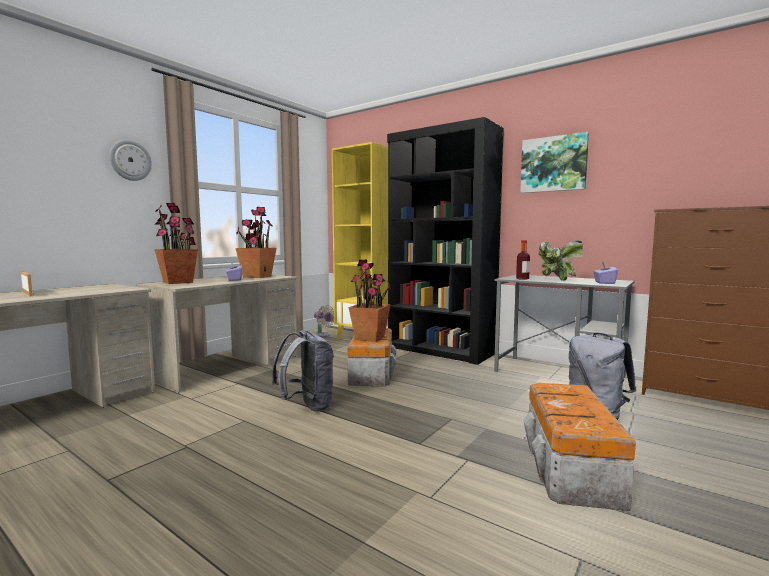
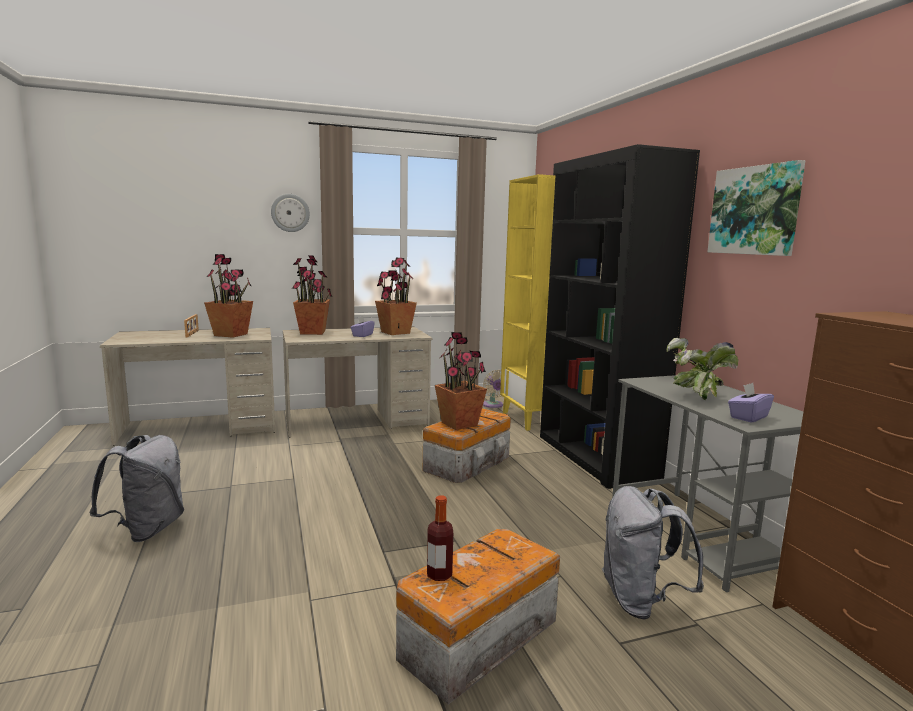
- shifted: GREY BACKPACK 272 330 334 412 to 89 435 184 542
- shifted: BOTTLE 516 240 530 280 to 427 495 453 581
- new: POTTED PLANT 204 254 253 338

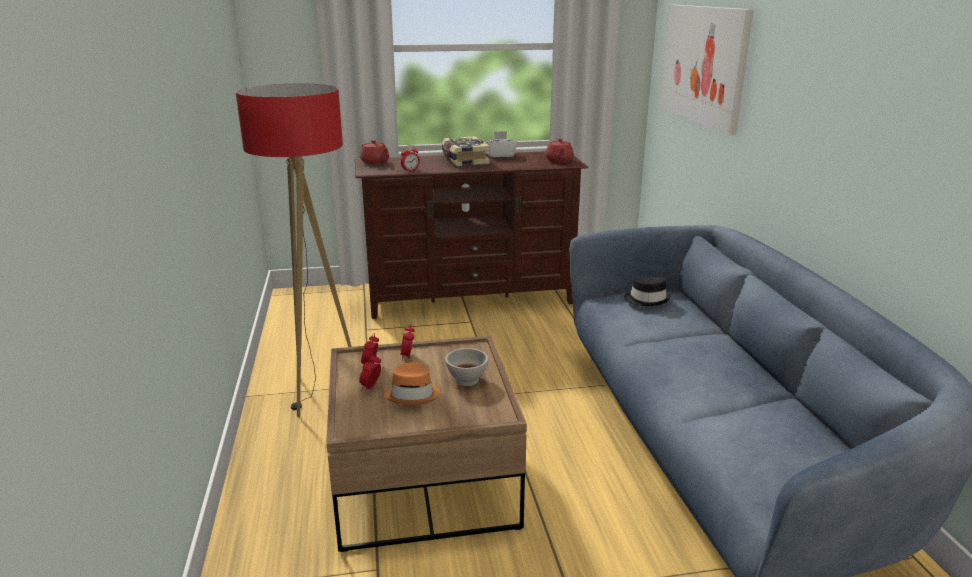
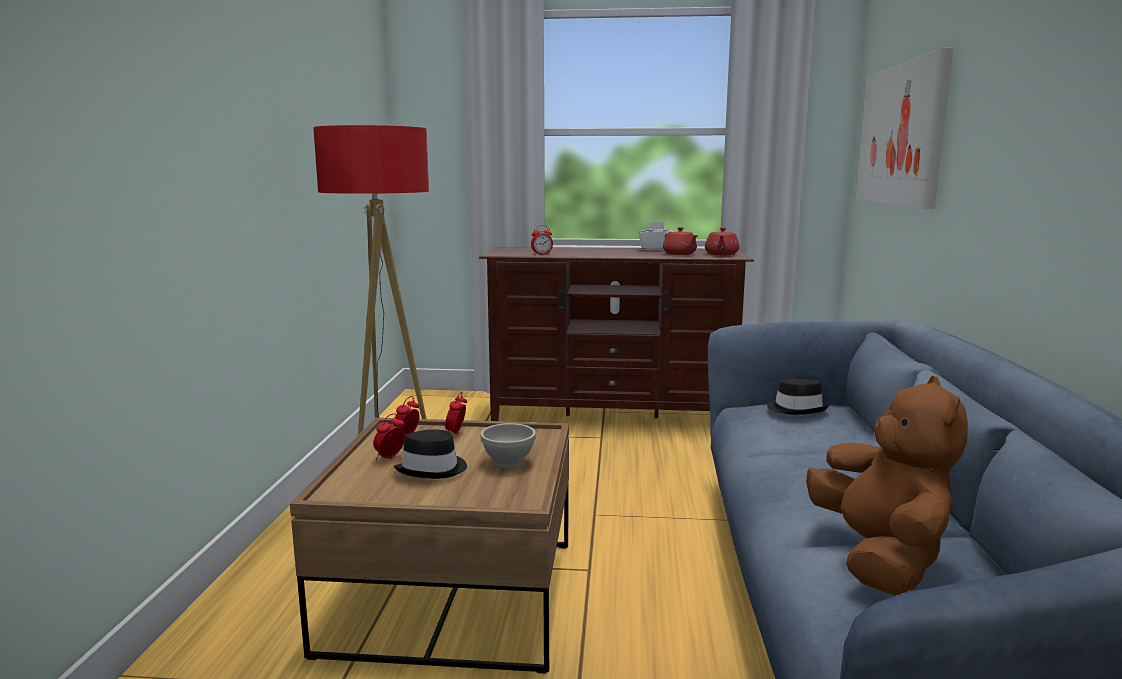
- shifted: RED TEAPOT 360 140 389 164 to 663 227 698 255
- repainted: ORANGE HAT 384 362 440 405 to BLACK HAT 394 429 467 479
- gone: BOOK 442 136 490 166
- new: BROWN PLUSH TOY 806 376 968 596

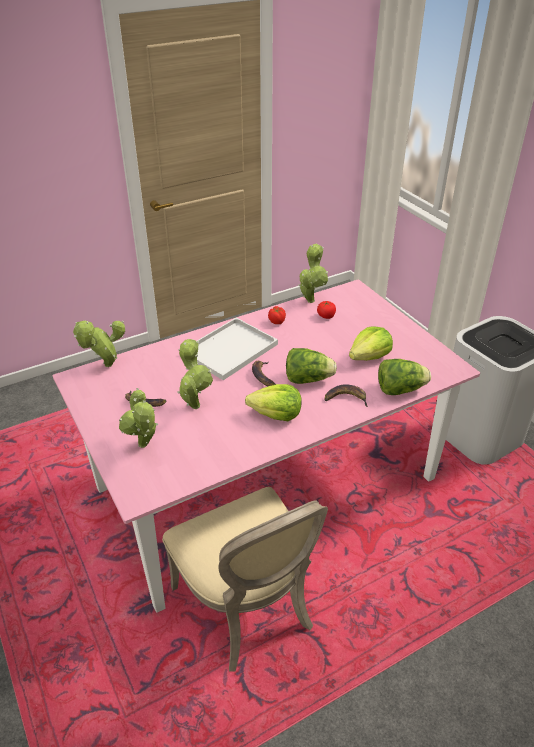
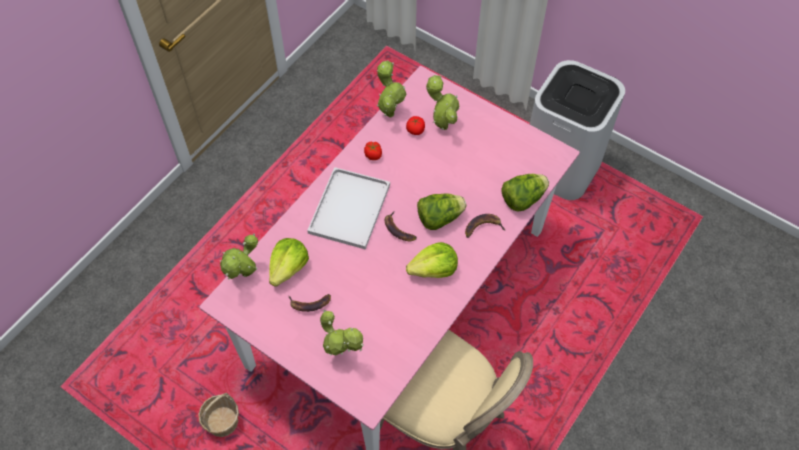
- shifted: POTTED PLANT 177 339 213 409 to 426 75 460 130
- shifted: LETTUCE 349 326 393 361 to 269 238 309 287
- new: BASKET 198 393 239 437

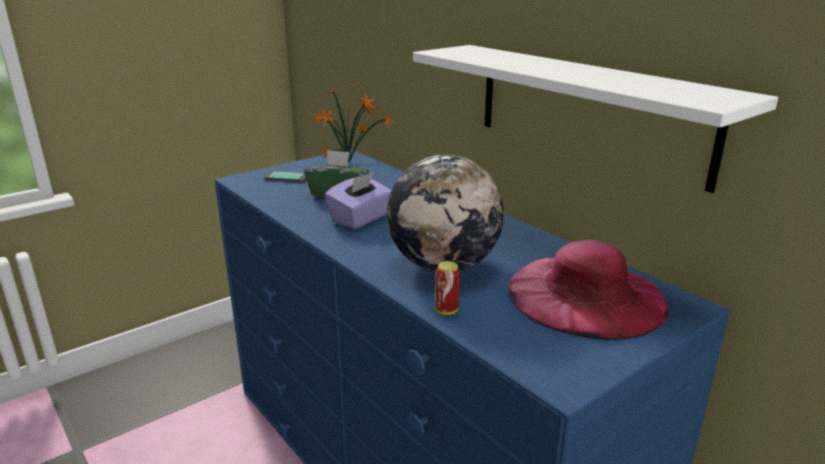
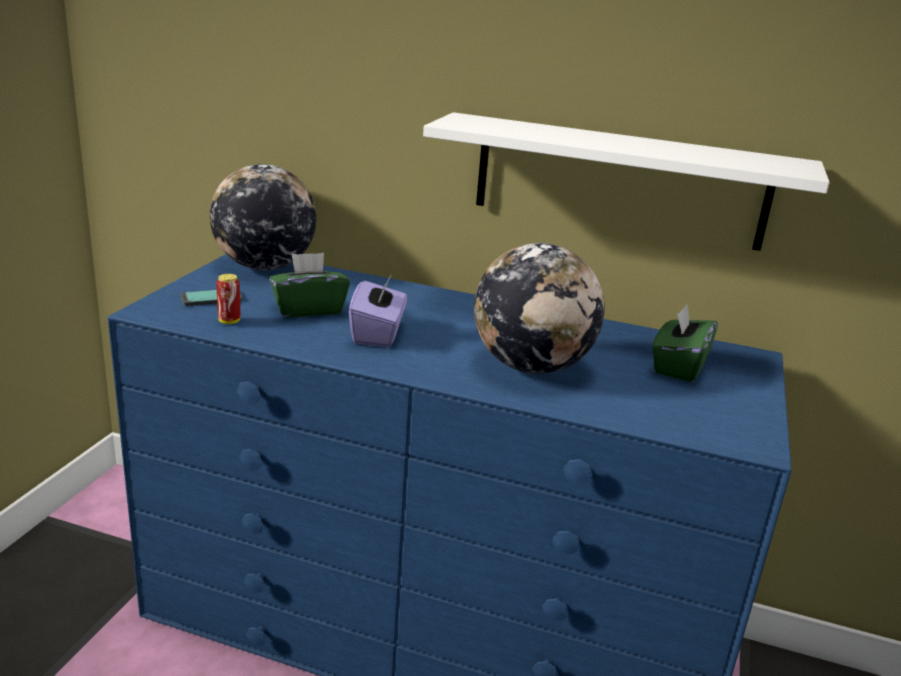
- swapped: POTTED PLANT 312 85 394 163 to GLOBE 210 164 316 270
- shifted: CAN 435 261 460 315 to 216 274 240 324
- swapped: PINK HAT 507 240 669 340 to GREEN TISSUE BOX 652 304 718 382

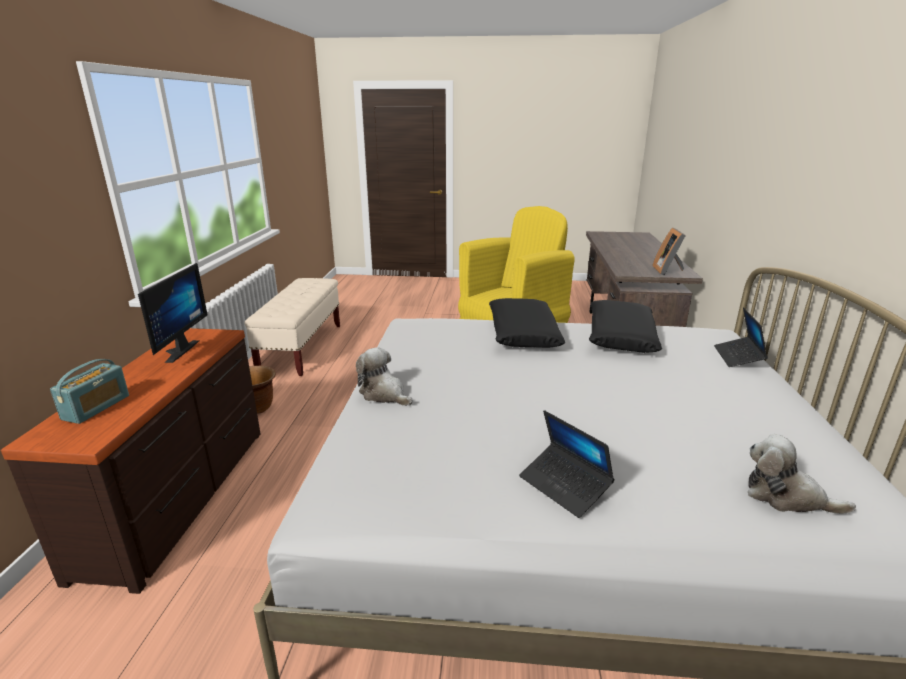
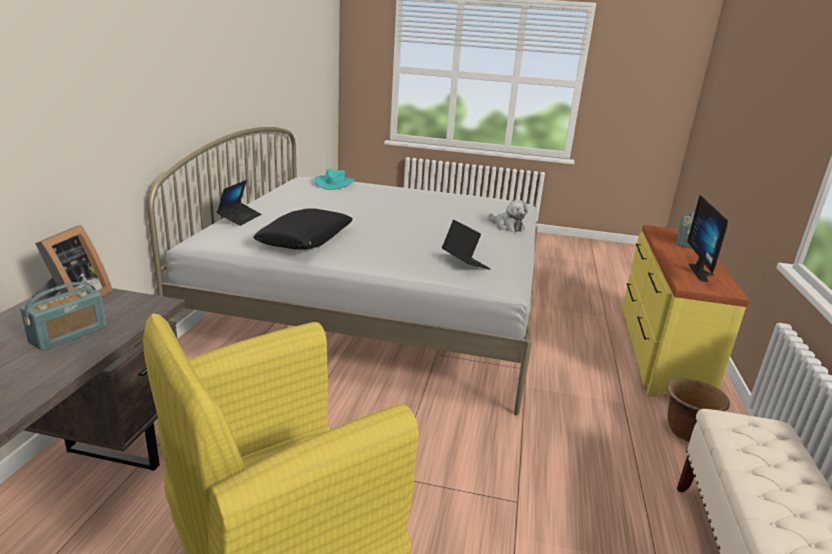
- repainted: BROWN DRESSER 1 328 261 594 to YELLOW DRESSER 622 225 749 397
- gone: BLACK PILLOW 489 298 565 348
- shifted: LAPTOP 519 410 615 518 to 442 220 491 269
- swapped: PLUSH TOY 748 434 856 514 to TURQUOISE HAT 314 169 355 190
- new: RADIO 20 282 106 351

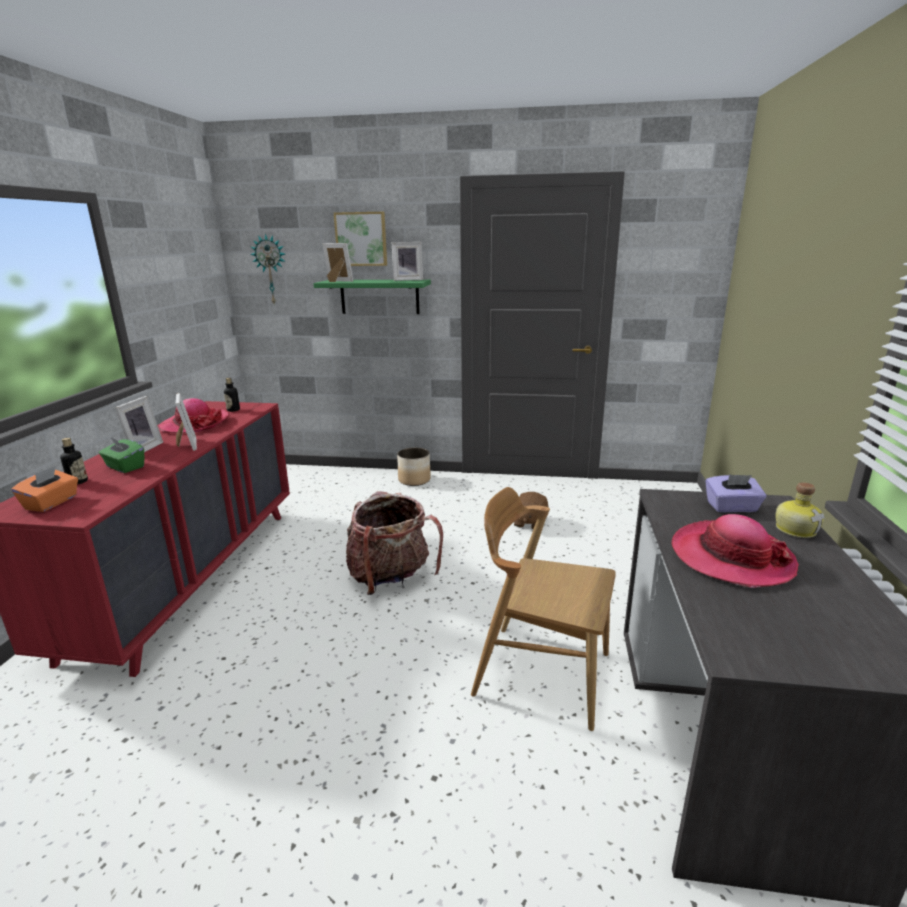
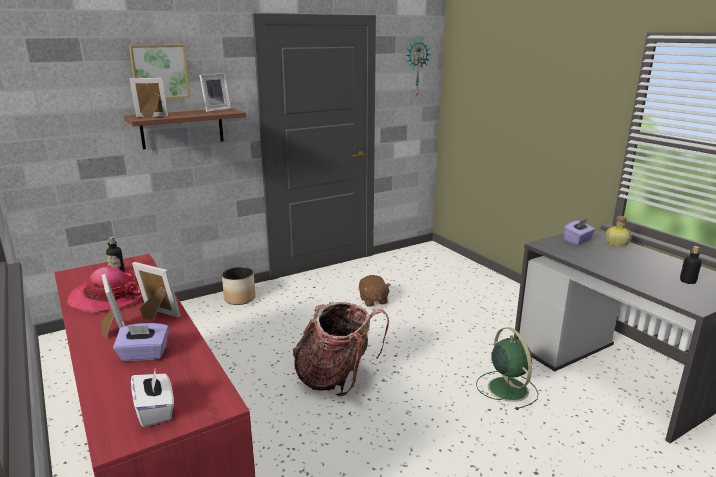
- repainted: ORANGE TISSUE BOX 12 466 78 512 to WHITE TISSUE BOX 131 367 174 427
- shifted: BOTTLE 60 438 88 485 to 680 246 701 284
- repainted: GREEN TISSUE BOX 99 436 145 473 to PURPLE TISSUE BOX 113 323 169 361
- shifted: WALL CLOCK 250 233 286 303 to 406 39 431 95
- repainted: GREEN SHELF 313 280 431 314 to BROWN SHELF 124 108 246 149
- swapped: BROWN CHAIR 471 487 616 731 to GREEN FAN 476 327 539 410
- gone: HAT 671 514 799 588

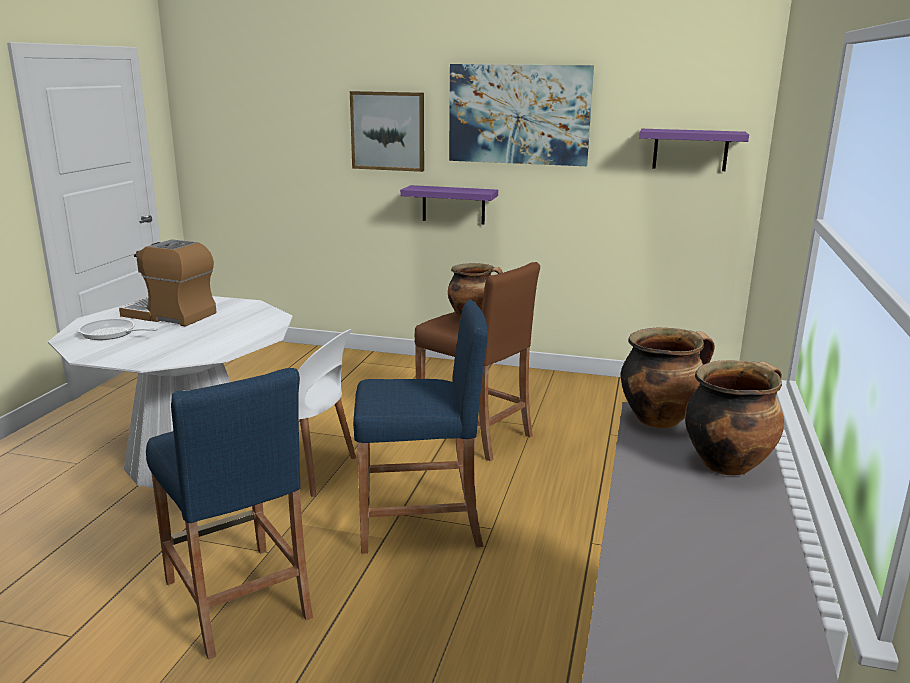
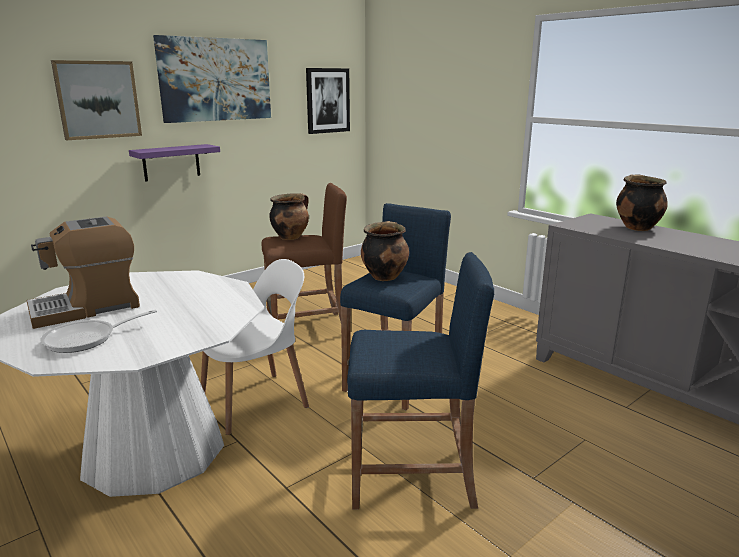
- shifted: COOKING POT 621 327 715 428 to 361 221 409 281
- swapped: PURPLE SHELF 639 129 749 171 to PICTURE 306 68 350 134

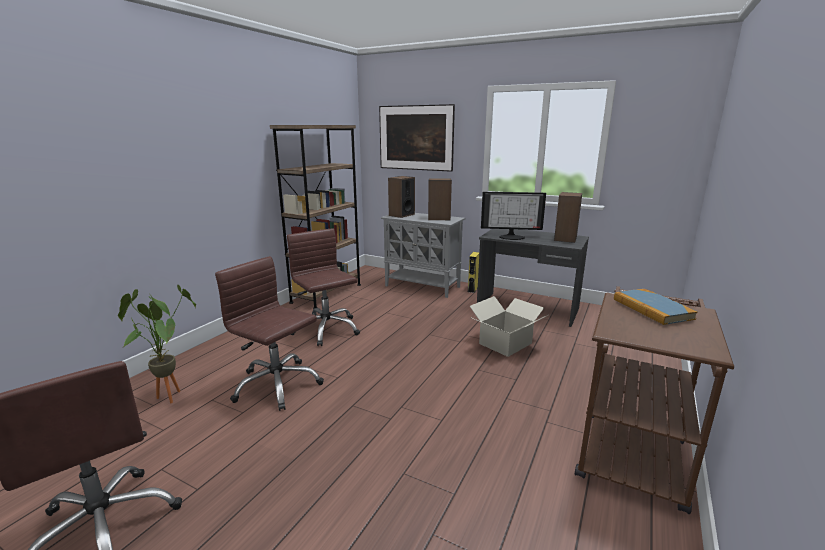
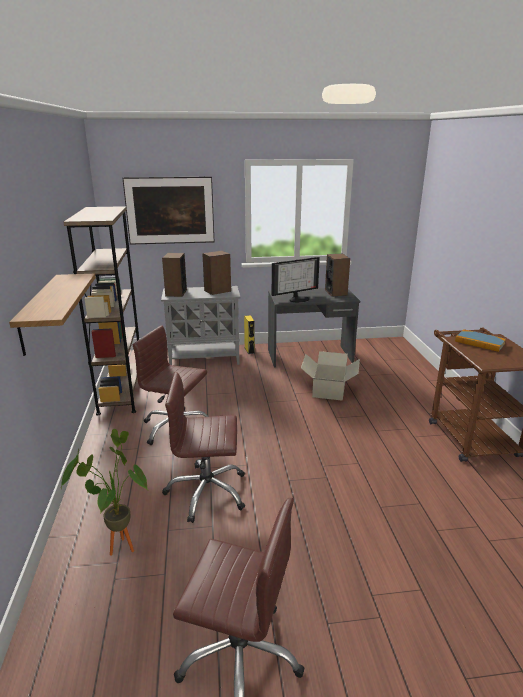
- new: SHELF 9 274 96 356

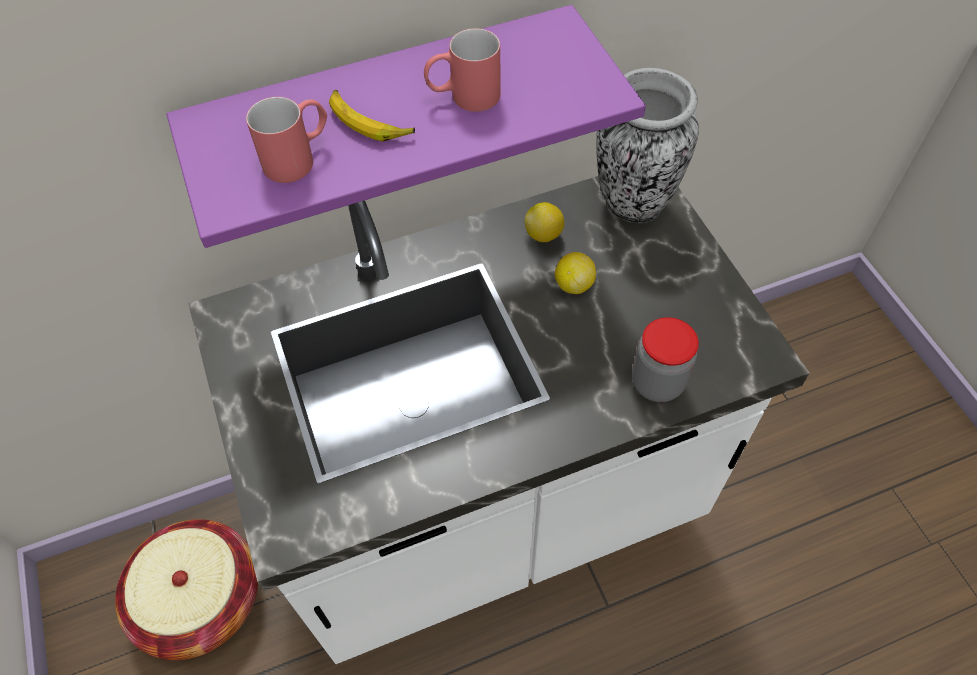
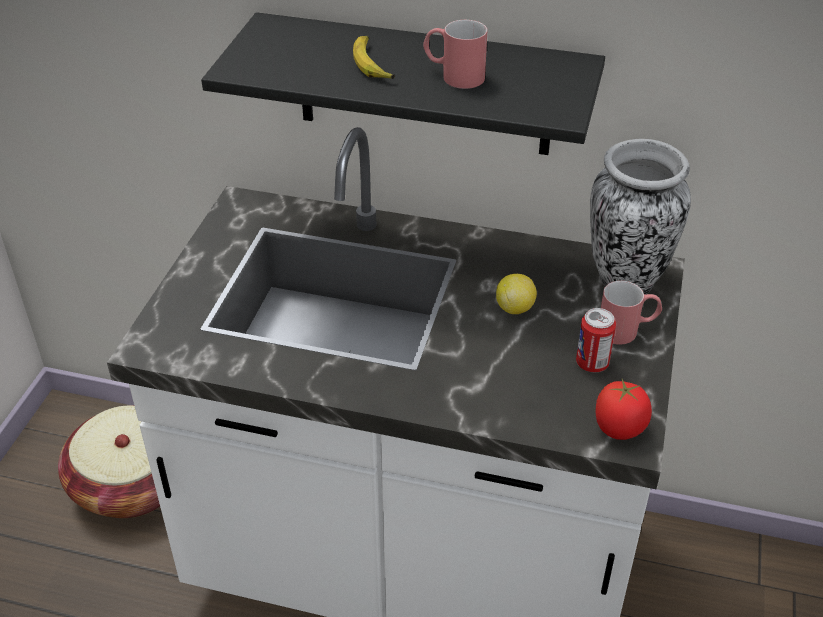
- repainted: PURPLE SHELF 166 5 646 248 to BLACK SHELF 201 12 605 155
- shifted: RED MUG 246 97 327 183 to 601 281 662 345
- gone: LEMON 525 202 564 242
- gone: JAR 632 317 699 402
- new: CAN 576 308 616 372
- new: TOMATO 596 379 652 440

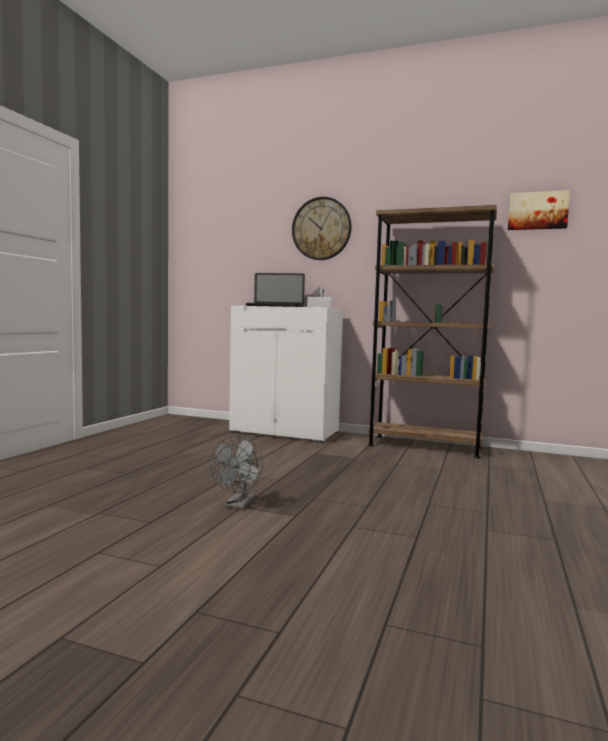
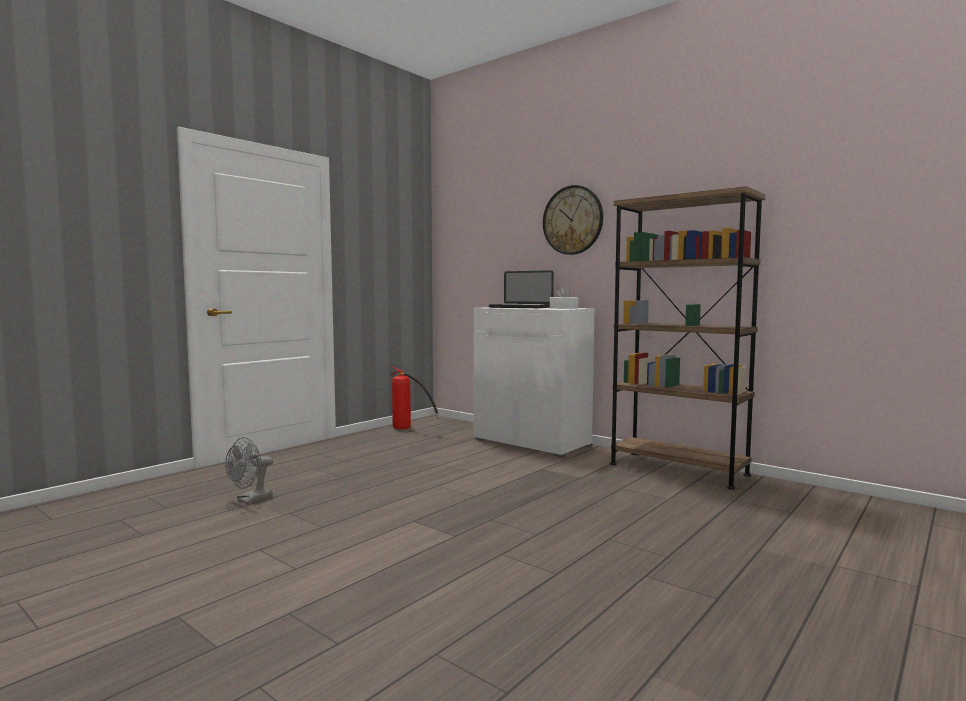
- shifted: GREY FAN 210 436 263 509 to 225 437 273 504
- gone: PICTURE 508 190 570 230
- new: FIRE EXTINGUISHER 390 367 440 429

